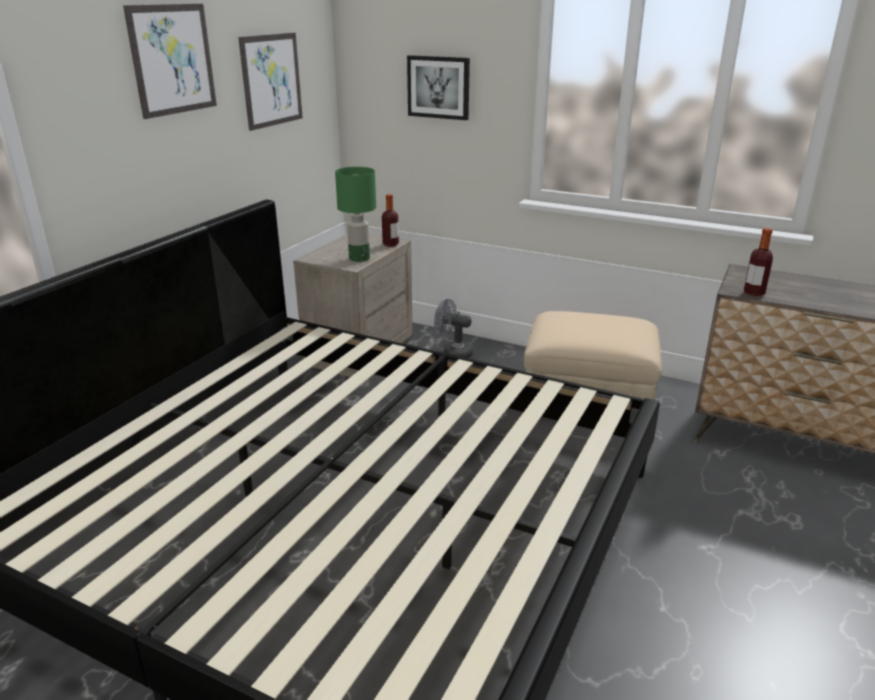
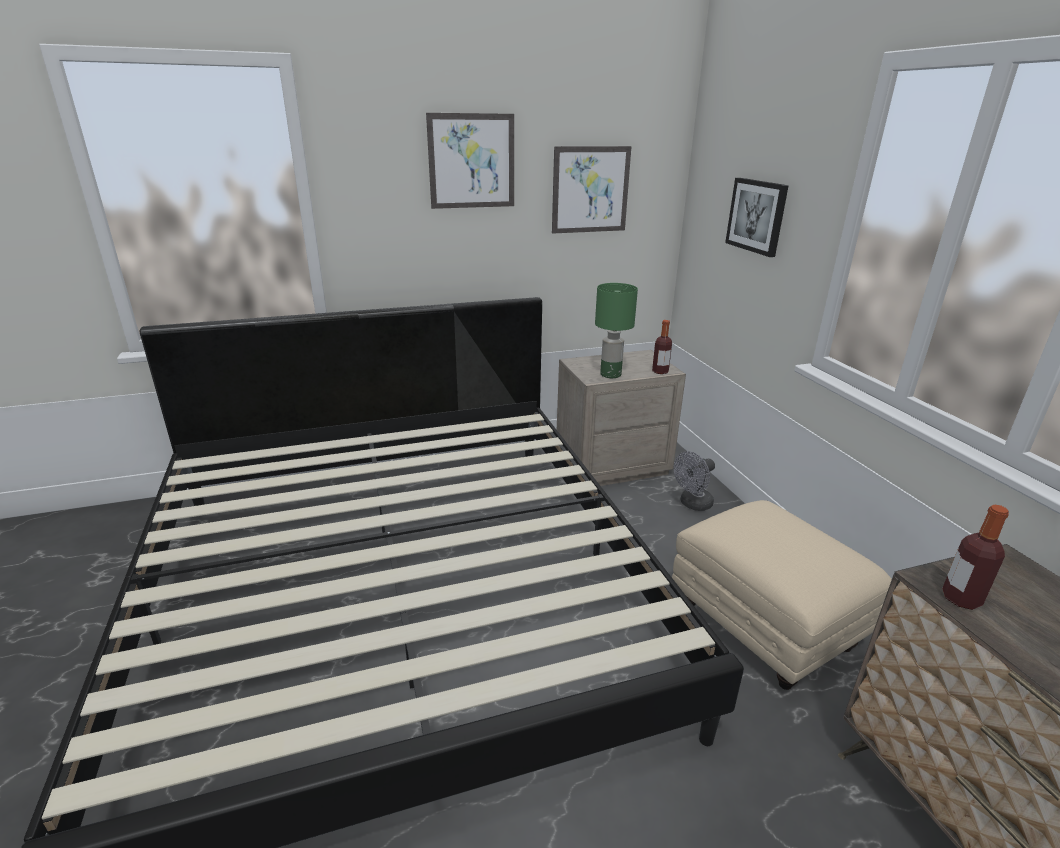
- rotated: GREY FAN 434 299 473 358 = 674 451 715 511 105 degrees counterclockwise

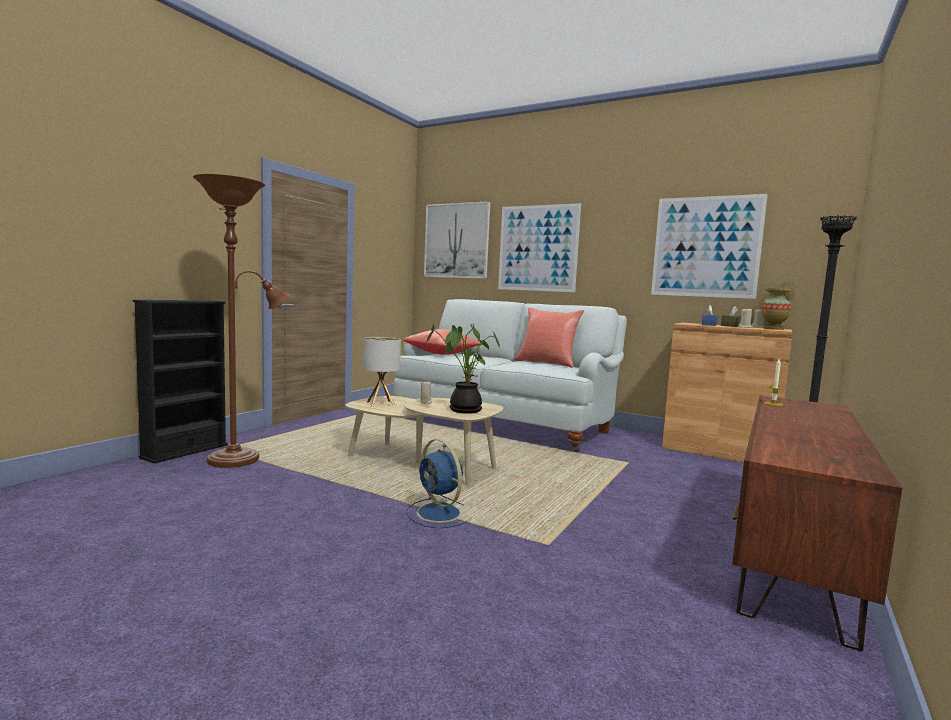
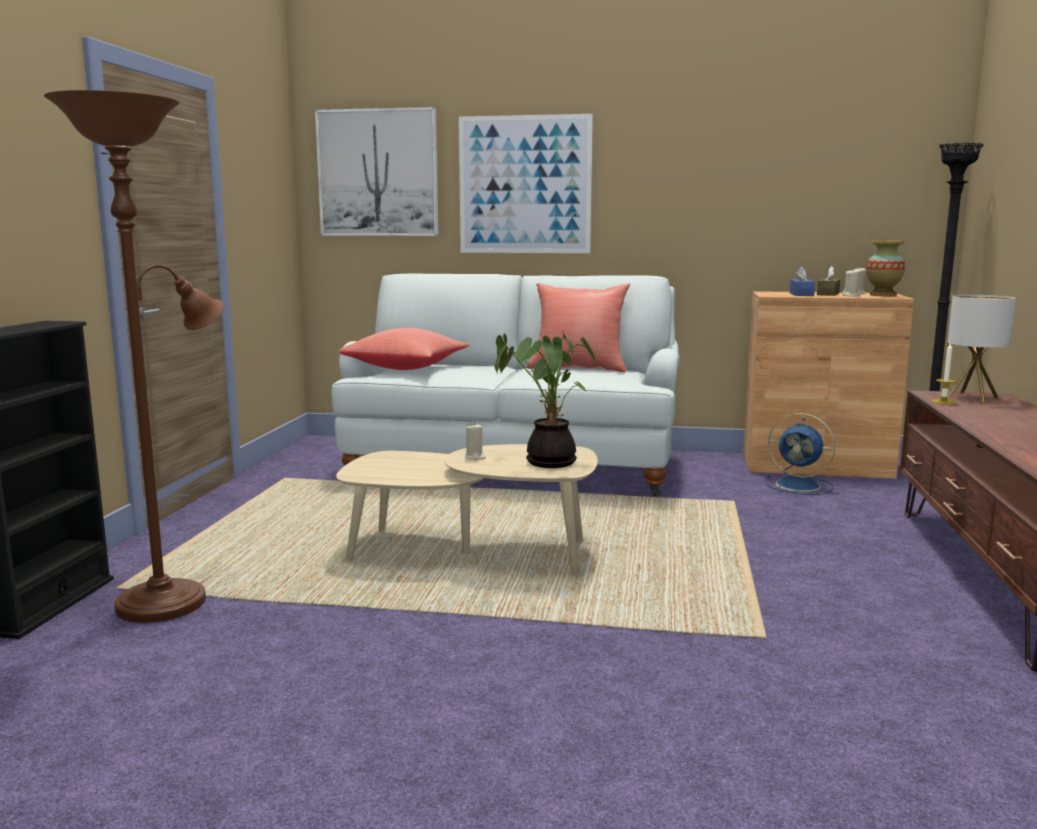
- shifted: TABLE LAMP 363 337 401 407 to 948 295 1016 403
- shifted: BLUE FAN 406 439 469 528 to 765 413 835 495
- gone: PICTURE 651 194 768 299

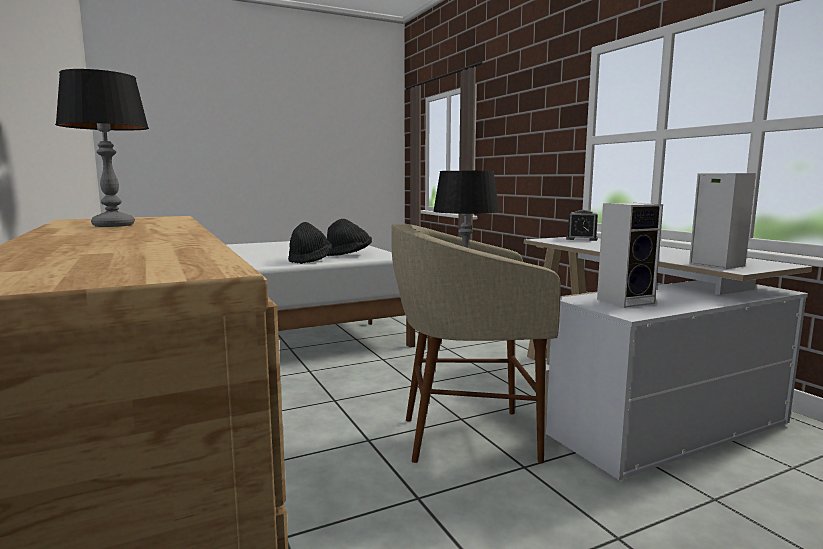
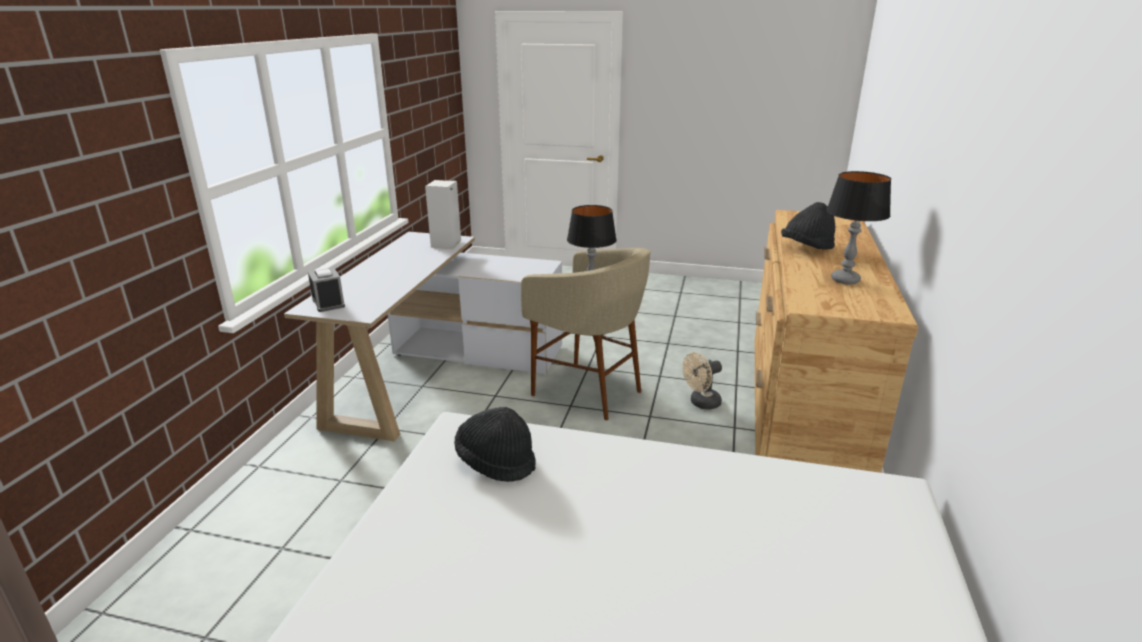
- shifted: BLACK HAT 288 222 332 264 to 781 202 835 250
- gone: SPEAKER 597 203 663 308
- new: BEIGE FAN 683 352 722 410

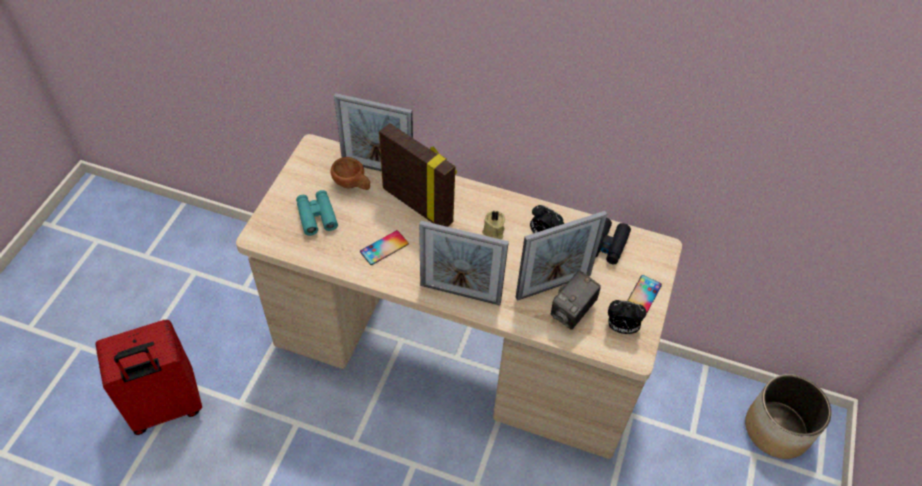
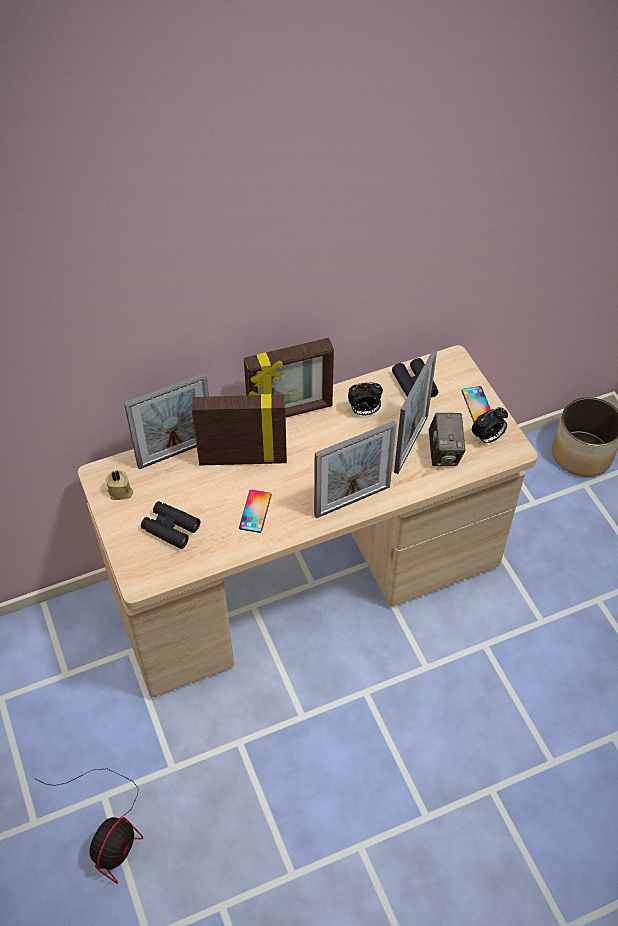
- swapped: RED SUITCASE 95 320 202 435 to FAN 36 769 143 884
- repainted: TURQUOISE BINOCULARS 296 190 338 236 to BLACK BINOCULARS 141 501 200 549
- gone: BROWN CUP 331 157 370 190
- shifted: BEIGE CANDLE 482 211 505 240 to 106 470 133 500
- new: PICTURE FRAME 244 338 334 417

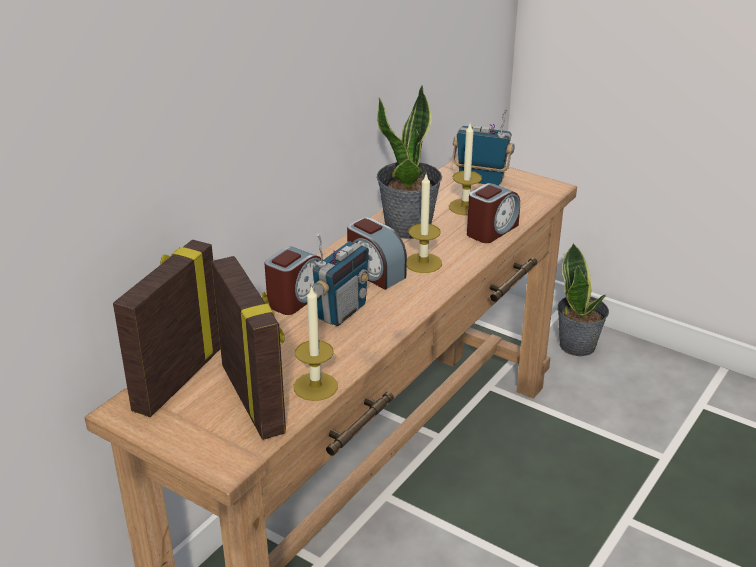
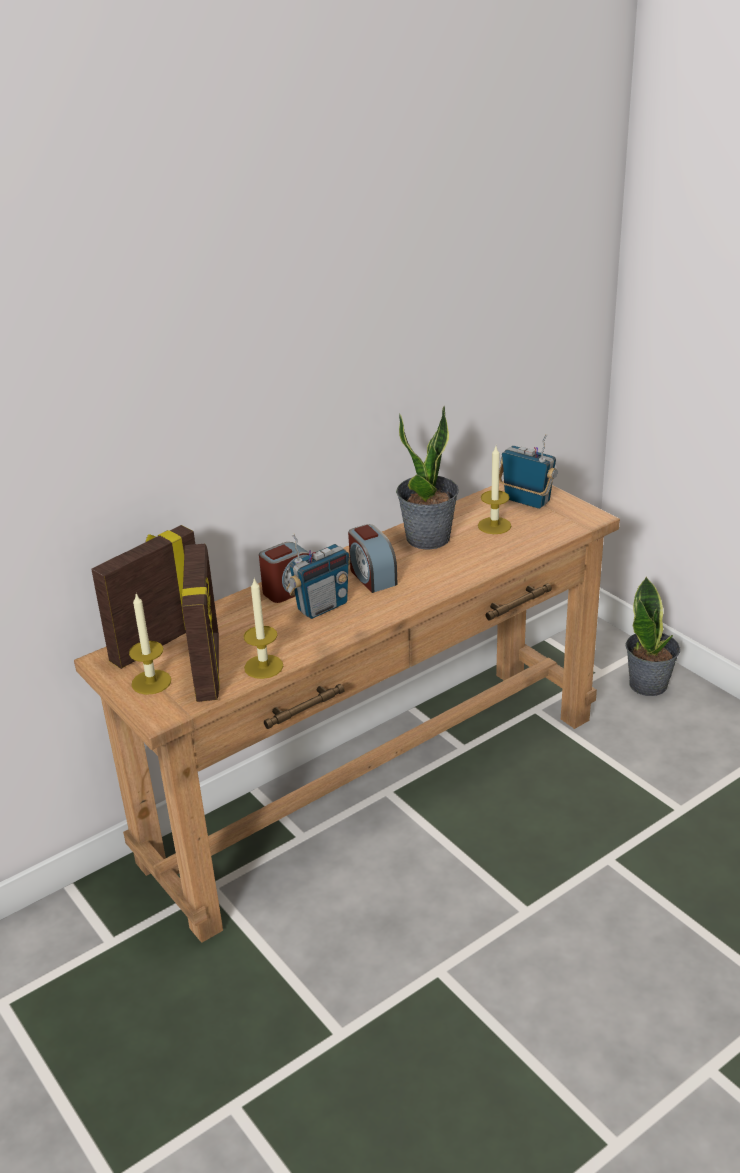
- shifted: CANDLE 407 174 442 273 to 129 594 171 695
- gone: ALARM CLOCK 467 183 520 243

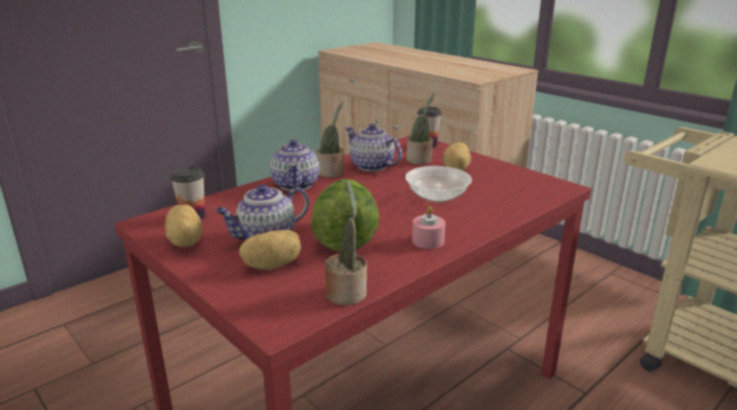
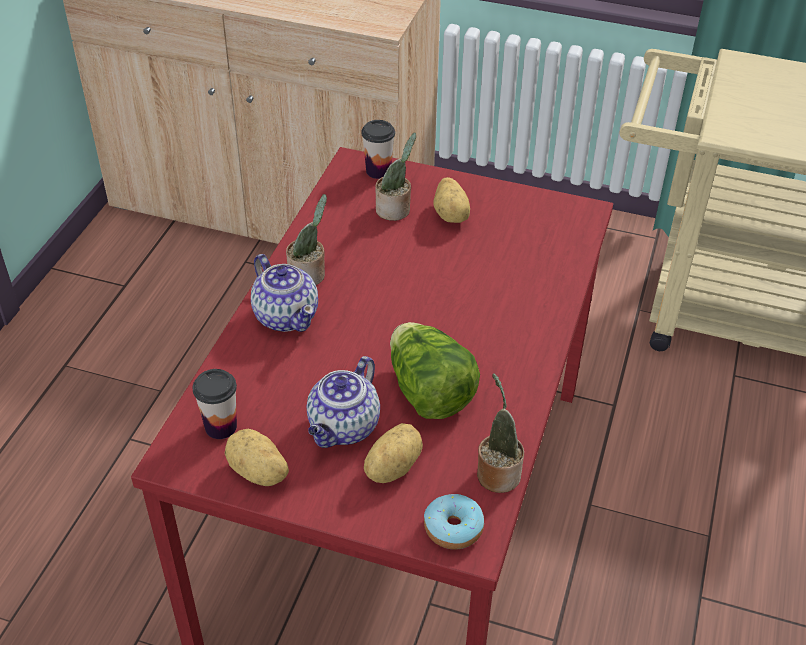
- gone: TEAPOT 345 124 402 171
- gone: BOWL 405 166 472 203
- gone: PINK CANDLE 412 206 445 249
- new: DONUT 424 494 484 550

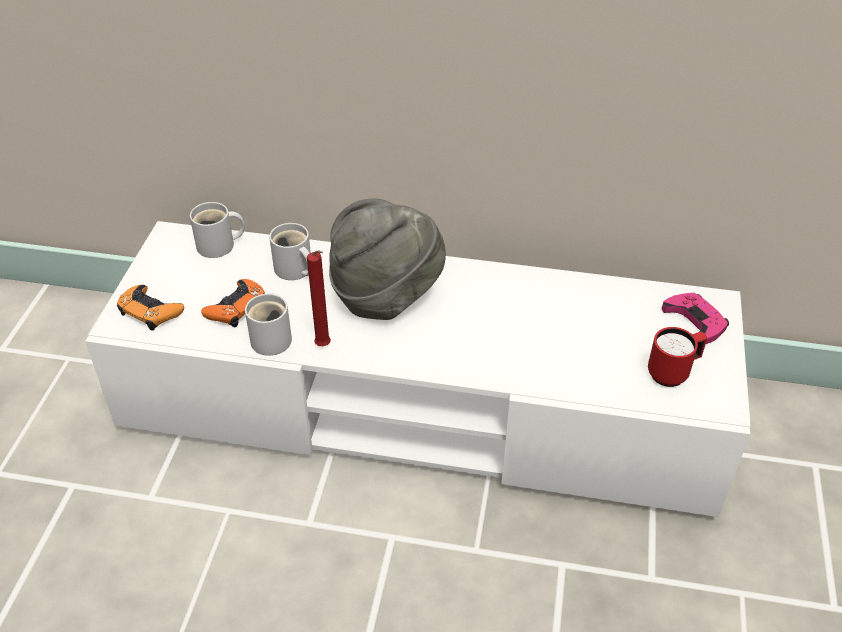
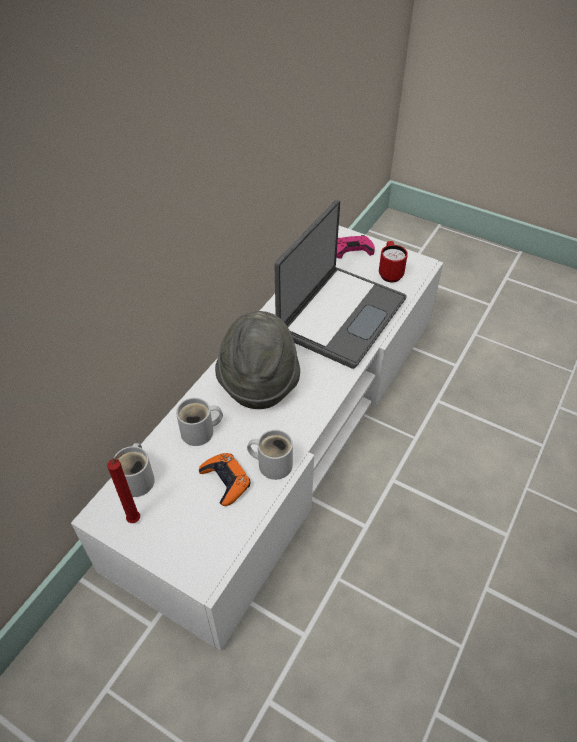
- gone: ORANGE GAME CONTROLLER 117 285 184 331
- shifted: RED CANDLE 307 250 331 346 to 107 452 140 523
- new: LAPTOP 275 200 407 369

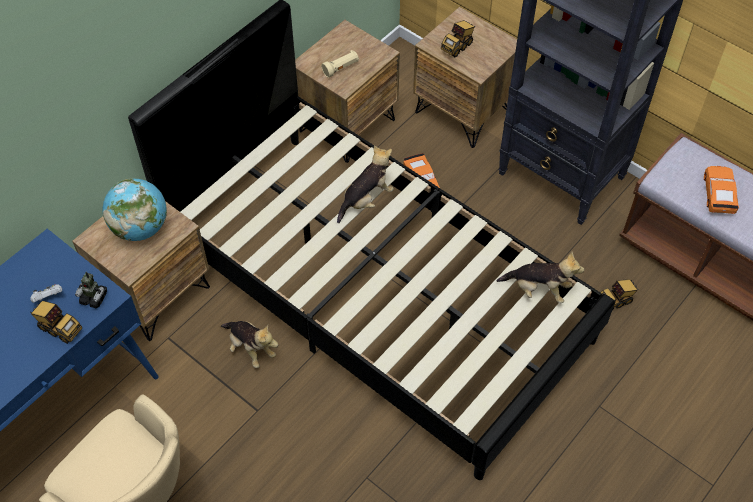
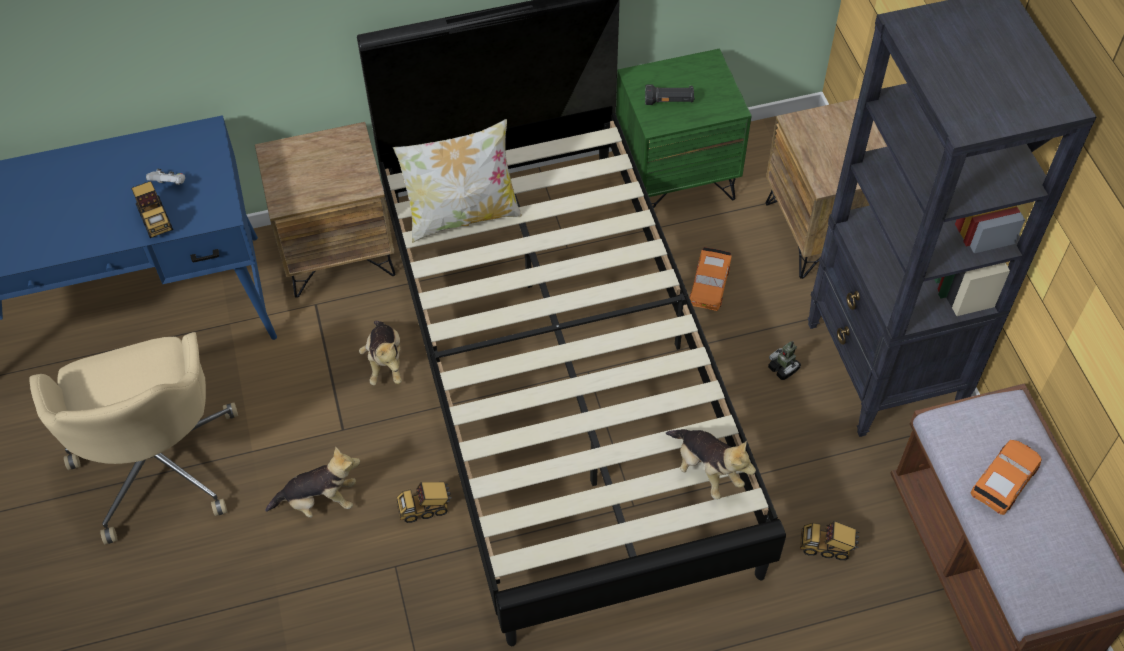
- shifted: TOY ROBOT 75 271 107 308 to 768 341 801 380
- gone: GLOBE 103 178 167 241
- repainted: BROWN NIGHTSTAND 295 20 400 163 to GREEN NIGHTSTAND 616 49 752 208
- repainted: BEIGE FLASHLIGHT 321 50 359 78 to BLACK FLASHLIGHT 645 84 695 105
- shifted: PLUSH TOY 337 146 394 223 to 265 446 360 518
- shifted: TOY TRUCK 441 20 475 57 to 396 482 452 523
- new: PILLOW 393 119 522 243

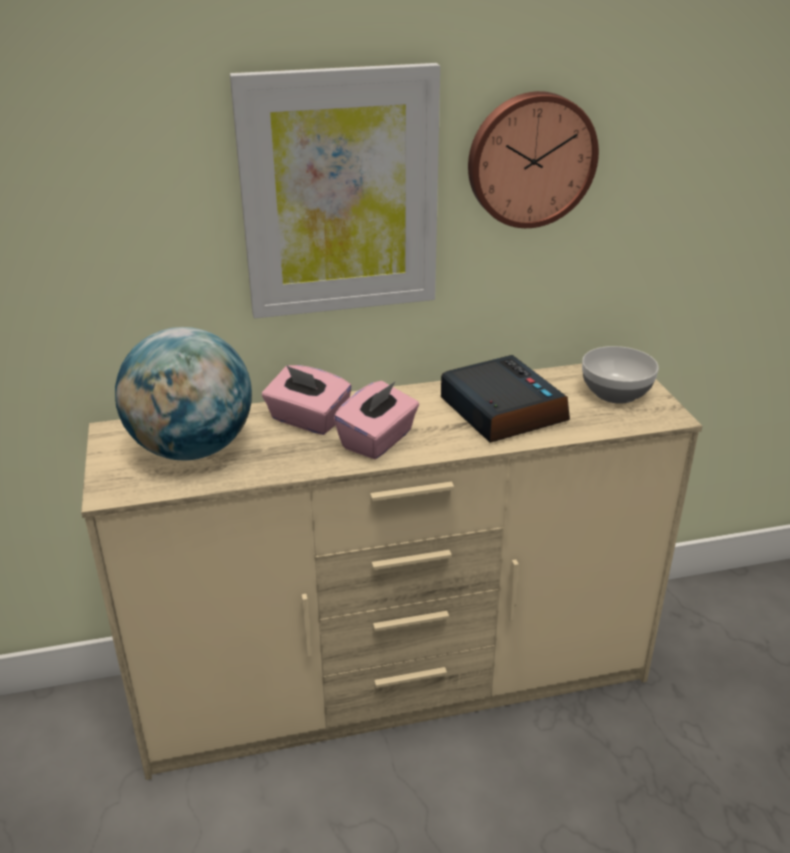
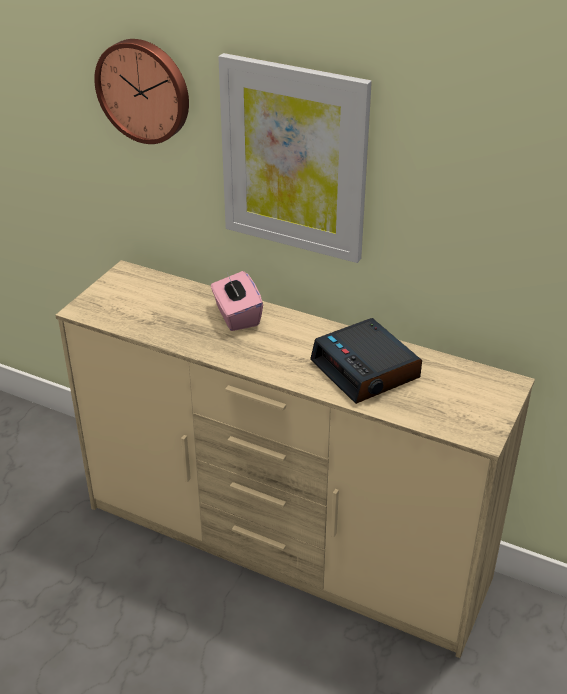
- gone: GLOBE 115 327 252 461
- gone: PINK TISSUE BOX 334 381 419 459
- rotated: ALARM CLOCK 441 355 570 443 = 310 318 422 404 135 degrees clockwise
- shifted: WALL CLOCK 468 91 599 228 to 94 39 189 144
- gone: BOWL 582 346 659 404

